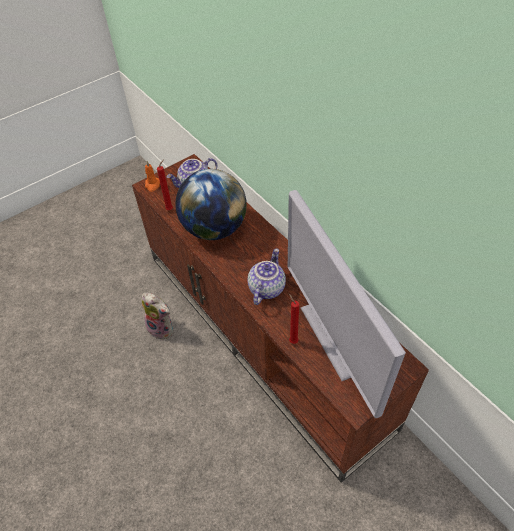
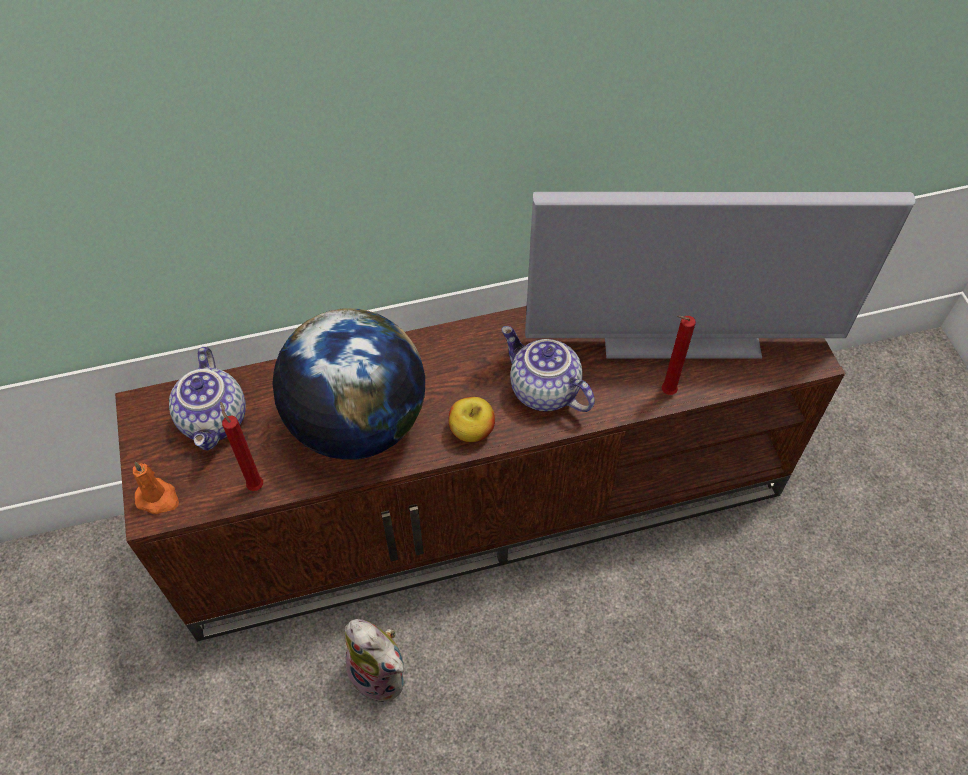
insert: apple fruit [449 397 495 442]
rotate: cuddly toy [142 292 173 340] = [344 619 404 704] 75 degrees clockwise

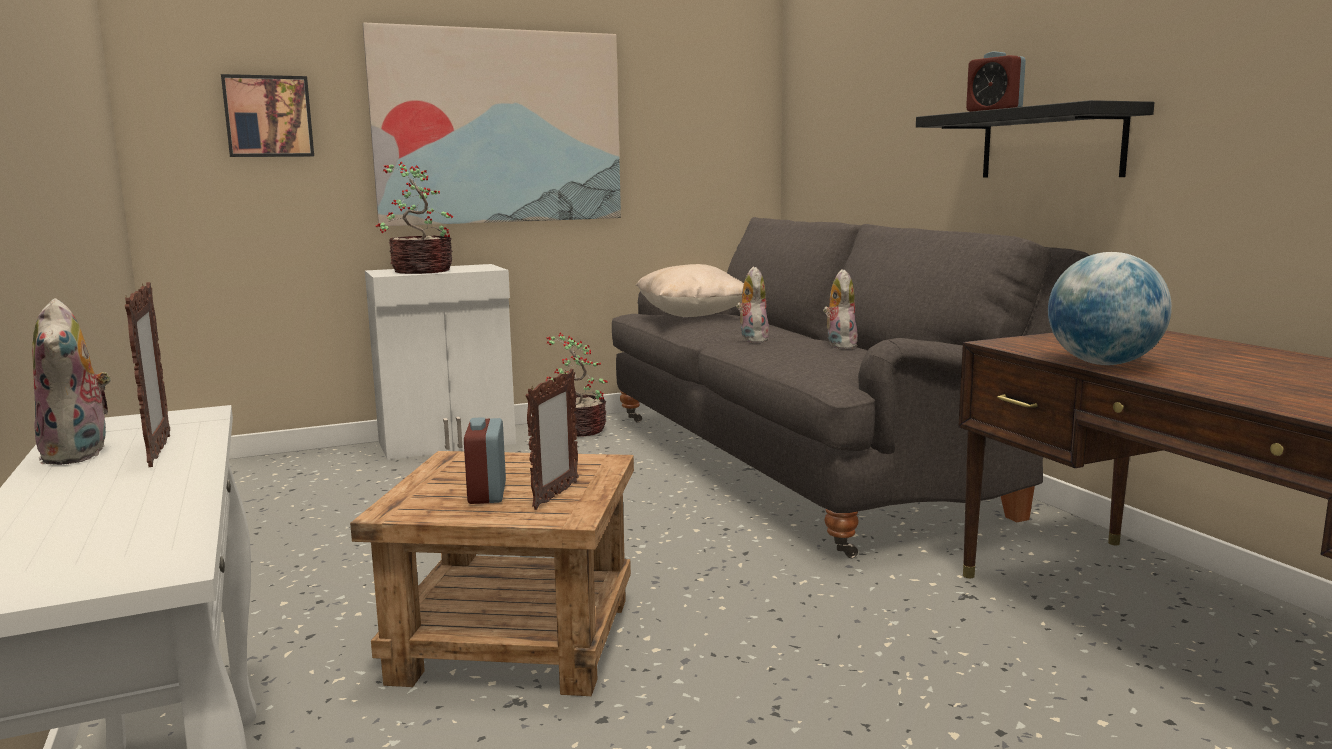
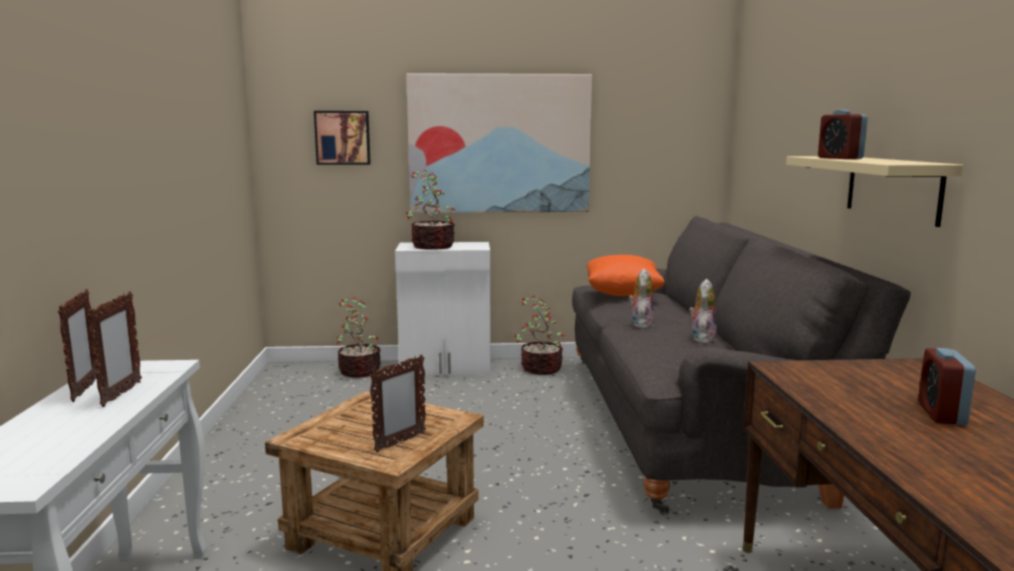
delete: globe [1048 252 1172 365]
insert: plant in a pot [337 297 381 378]
move: alarm clock [464 417 506 504] to [918 348 976 425]
replace: cuddly toy [32 298 111 465] to picture frame [58 289 98 402]
recolor: cushion in beige-coloured [636 264 744 317] to cushion in orange [586 255 665 296]; wall shelf in black [916 100 1154 177] to wall shelf in beige-coloured [786 156 964 227]

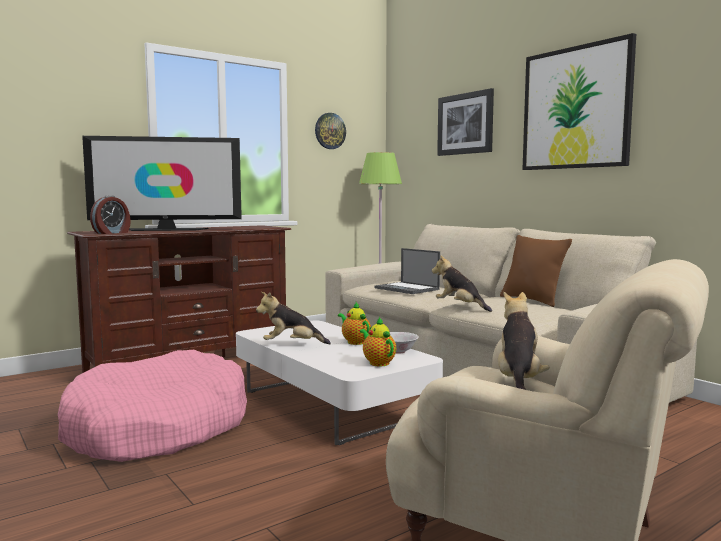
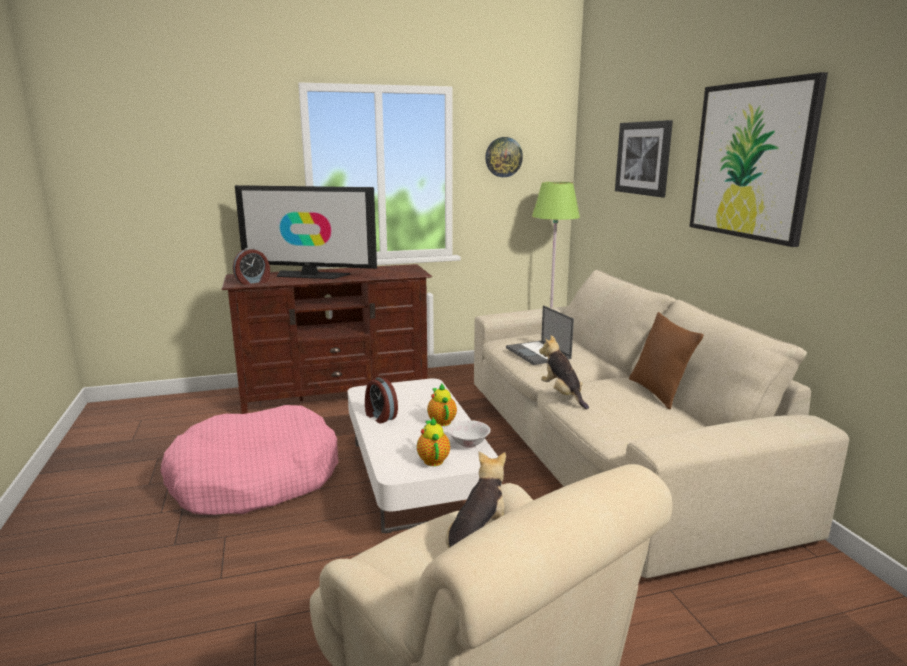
replace: cuddly toy [256 292 331 344] to alarm clock [365 377 398 423]

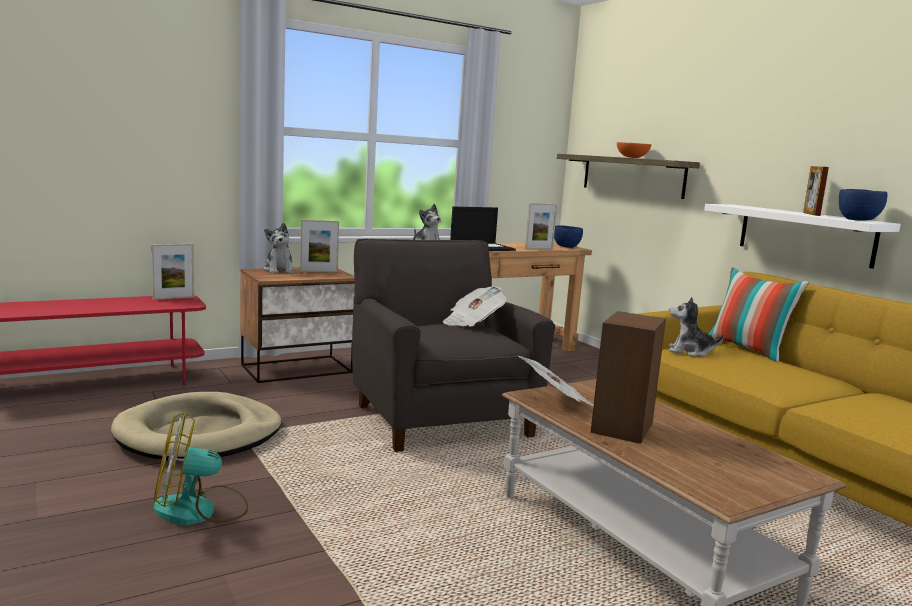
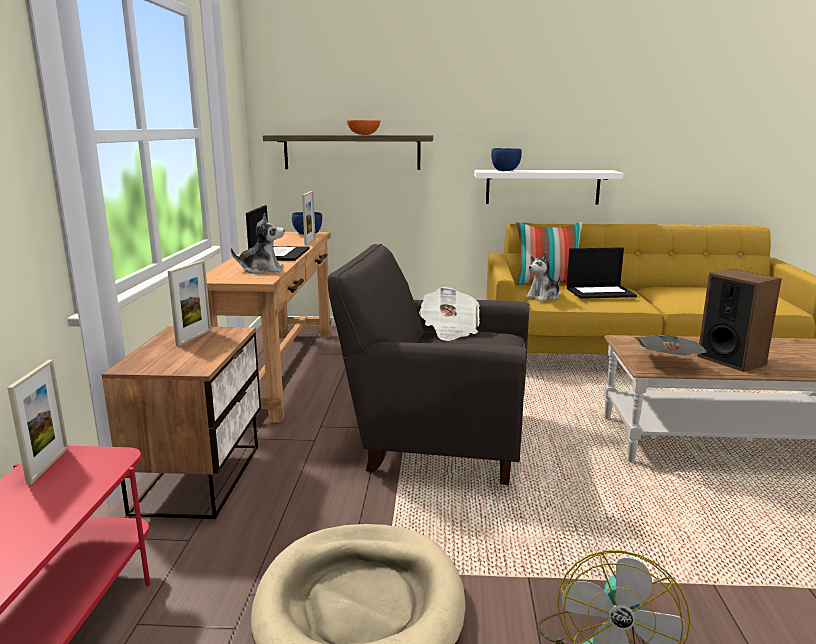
delete: cuddly toy [264 223 295 274]; picture frame [803 166 829 216]
insert: laptop [567 247 637 299]
move: serving bowl in blue-coloured [839 189 887 221] to [491 148 522 171]

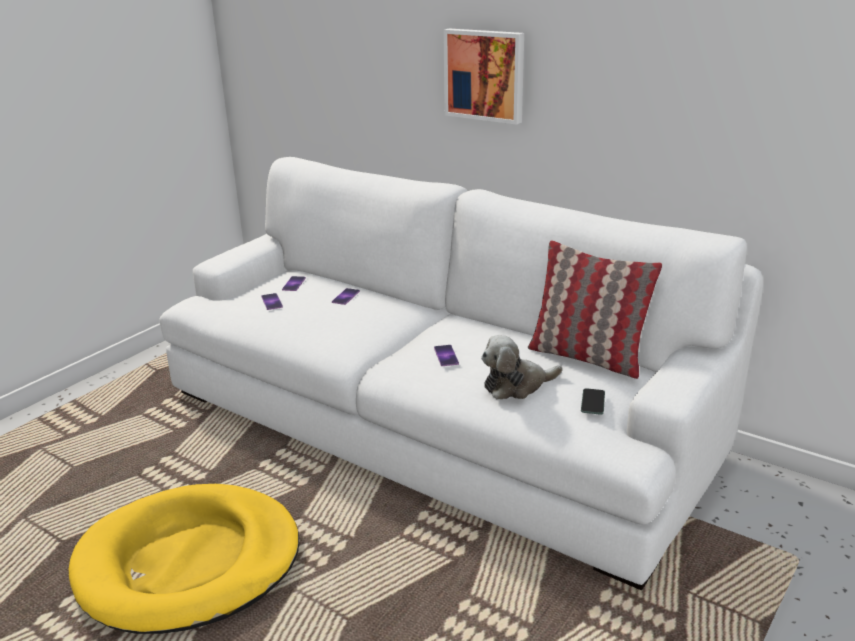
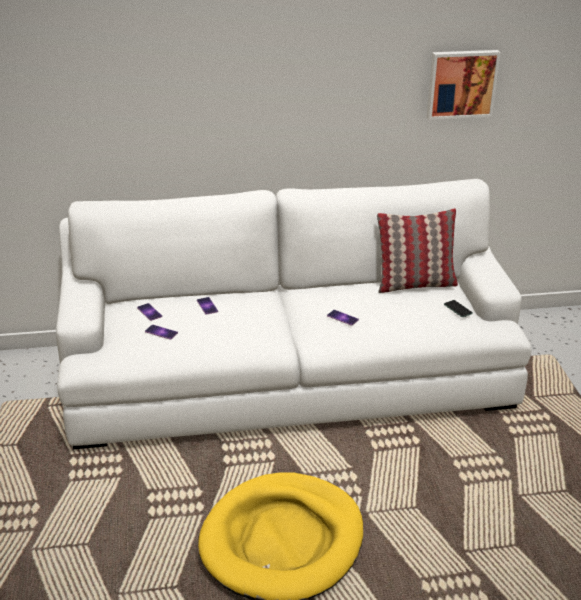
delete: cuddly toy [481 335 562 400]
move: picture [443 28 524 125] to [427 50 501 120]

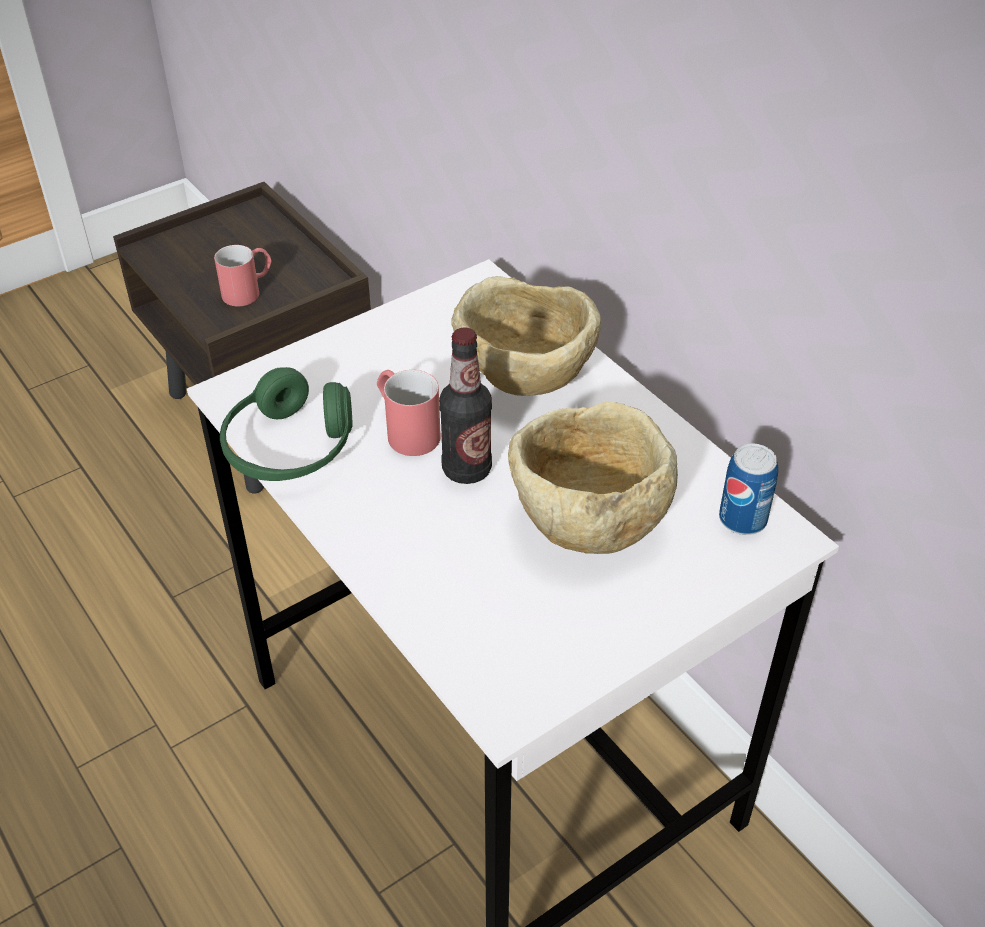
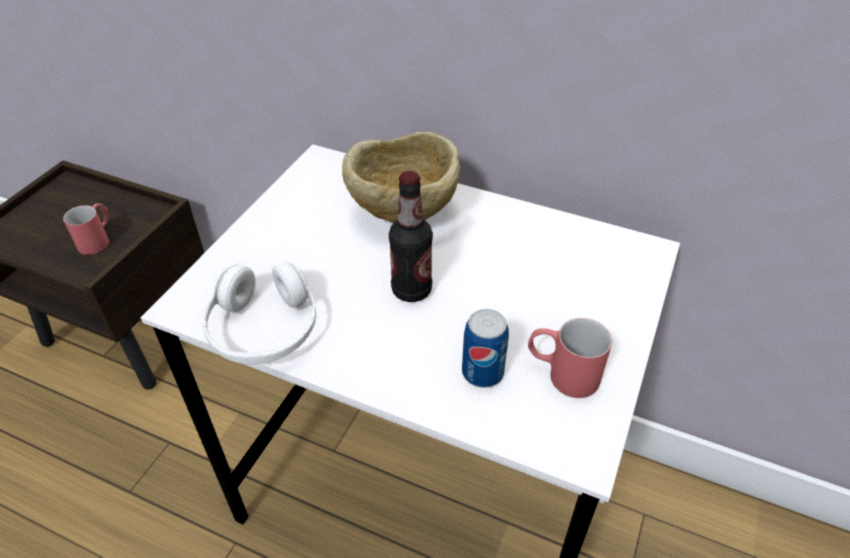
delete: serving bowl in beige-coloured [508 402 678 554]
move: mug in red-coloured [377 370 441 456] to [528 318 612 398]; can [719 444 779 535] to [462 309 509 388]
recolor: pair of headphones in green-coloured [220 367 353 481] to pair of headphones in white-coloured [203 261 316 365]

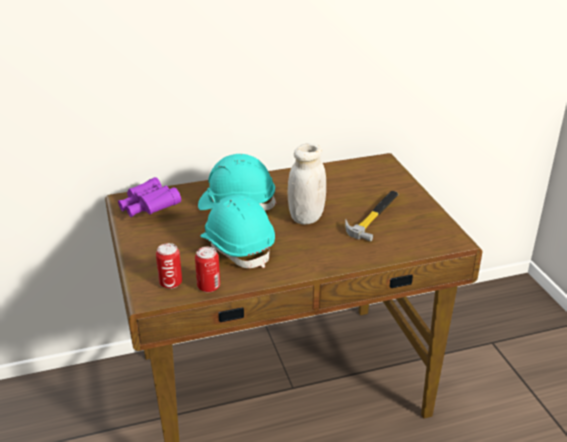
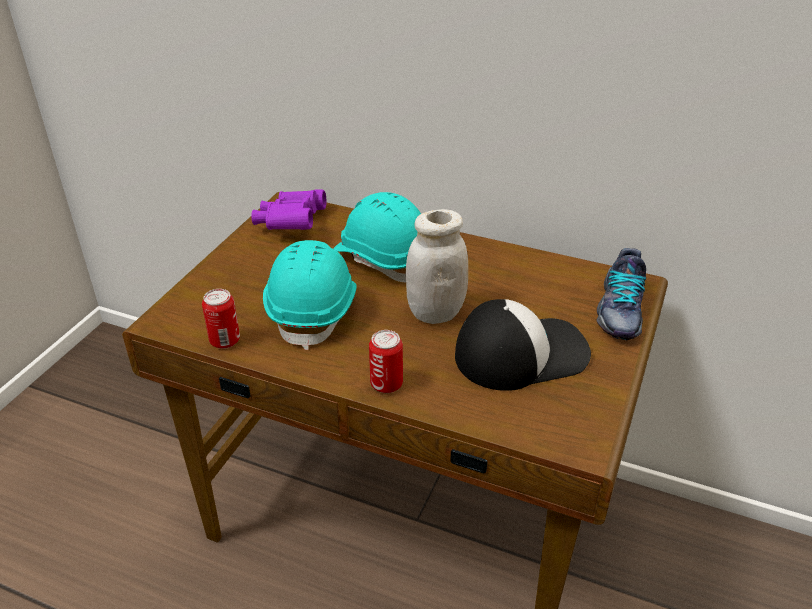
insert: shoe [597 248 646 341]
move: can [156 243 182 289] to [369 330 403 393]
replace: hand hammer [345 191 398 241] to cap [455 299 591 391]

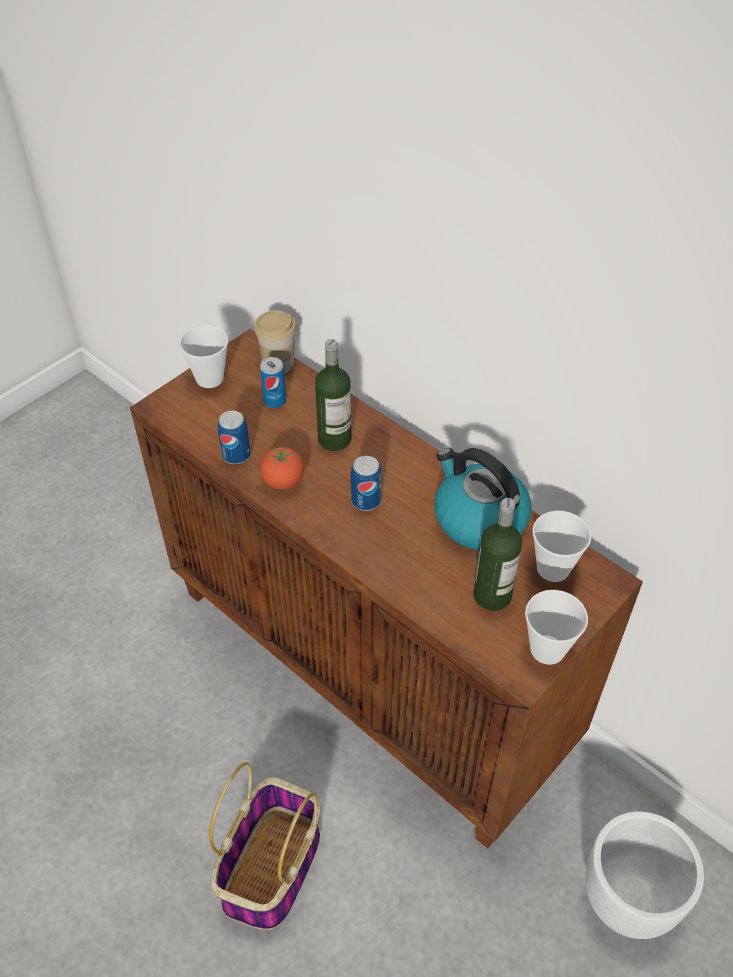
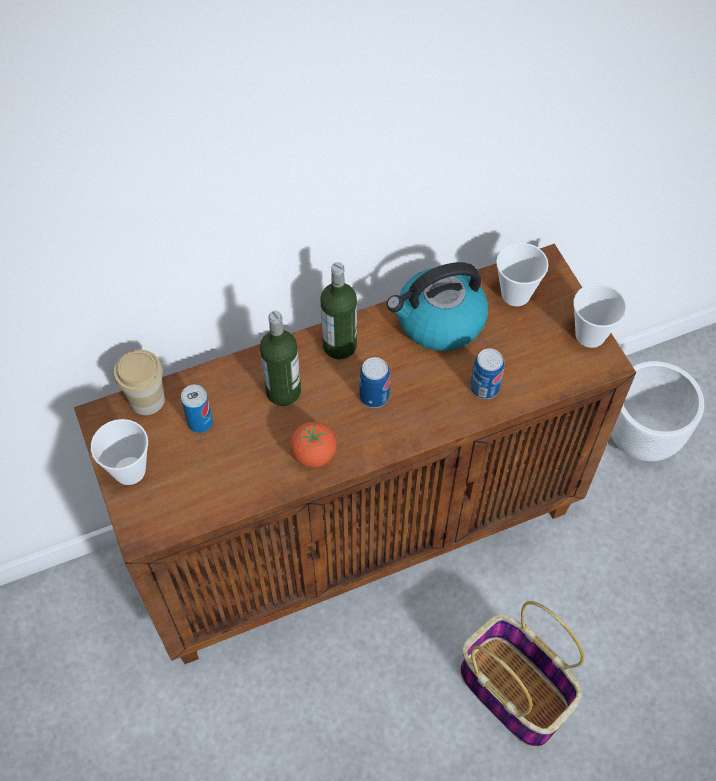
move: can [218 411 251 464] to [470 348 504 399]; bottle [474 498 522 611] to [320 262 357 359]

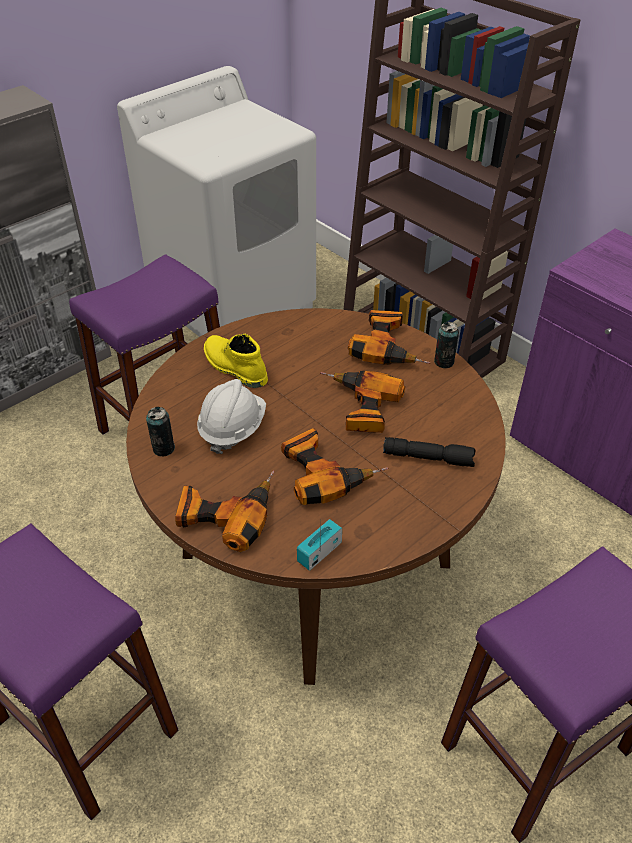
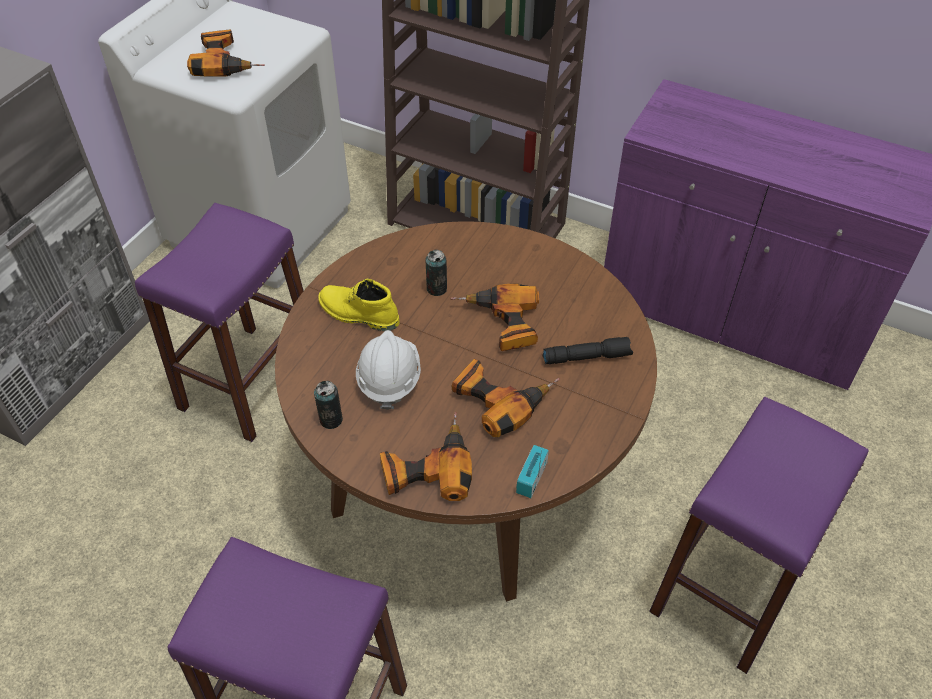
move: drill [348 310 430 365] to [187 30 265 77]; can [434 322 459 368] to [425 250 447 296]

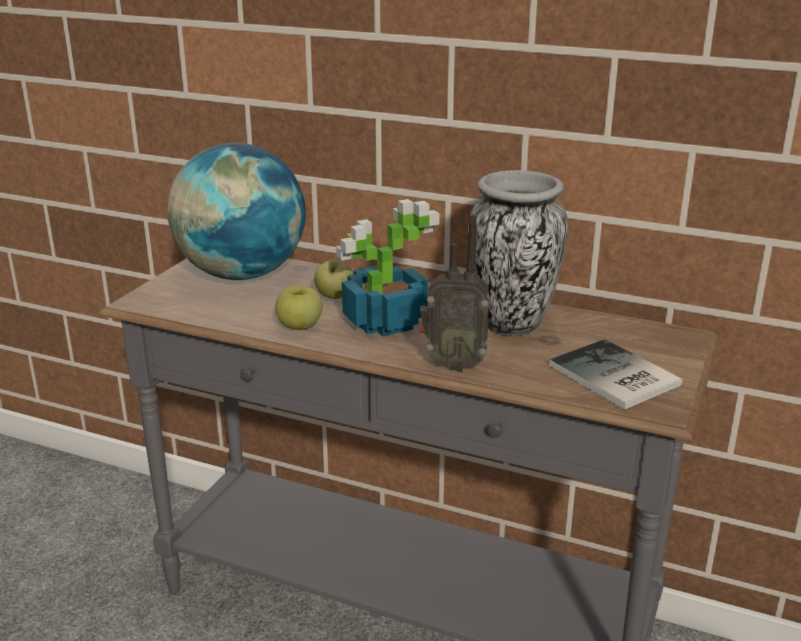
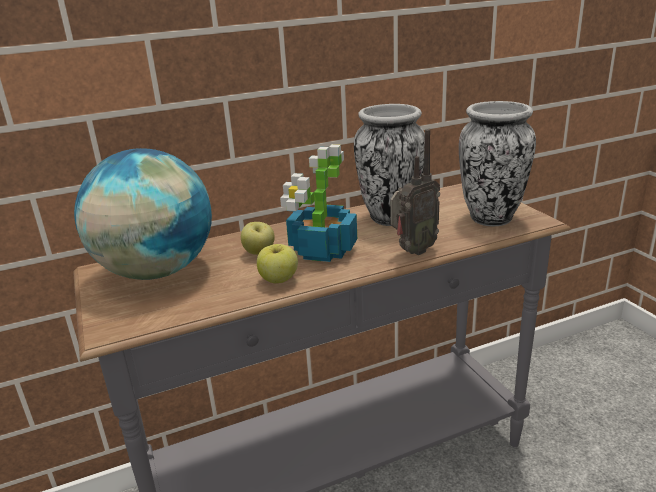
replace: volume [549 339 683 410] to decorative vase [459 101 536 226]

